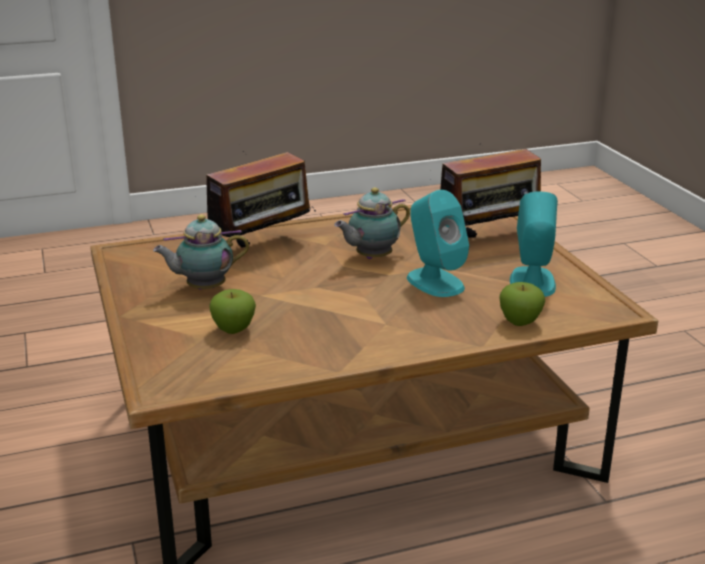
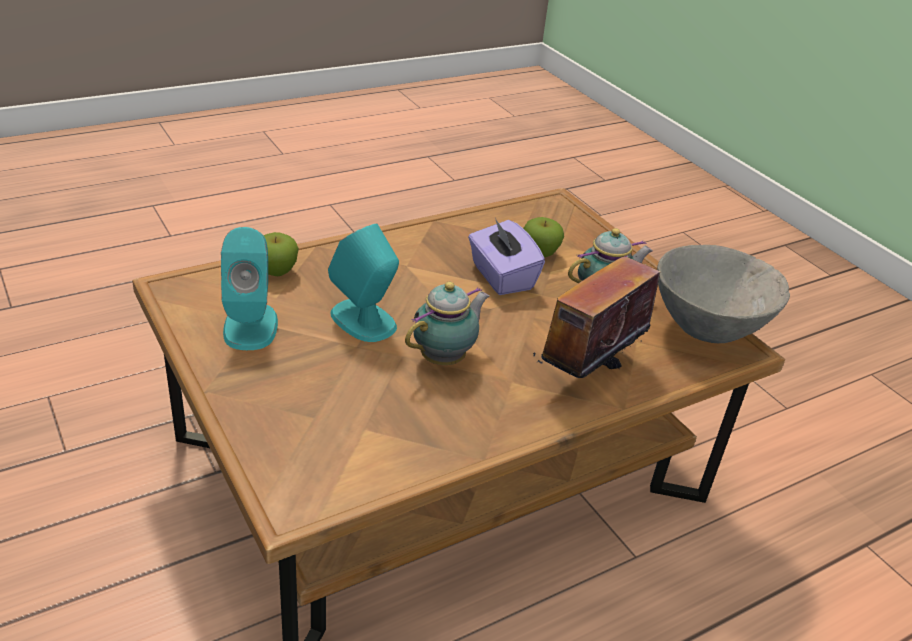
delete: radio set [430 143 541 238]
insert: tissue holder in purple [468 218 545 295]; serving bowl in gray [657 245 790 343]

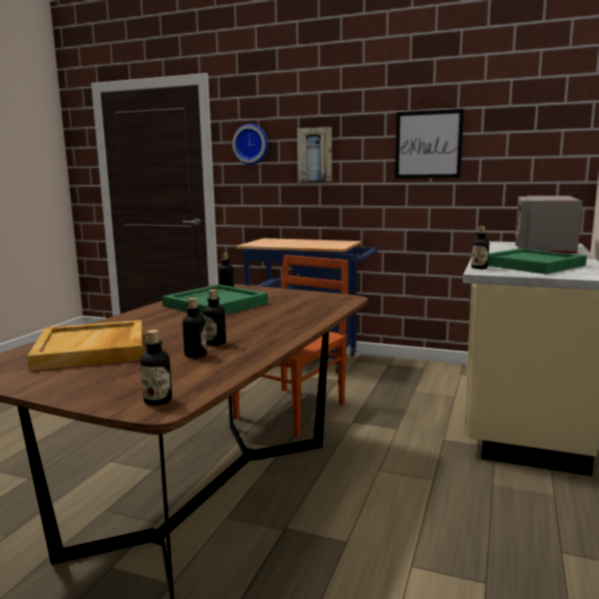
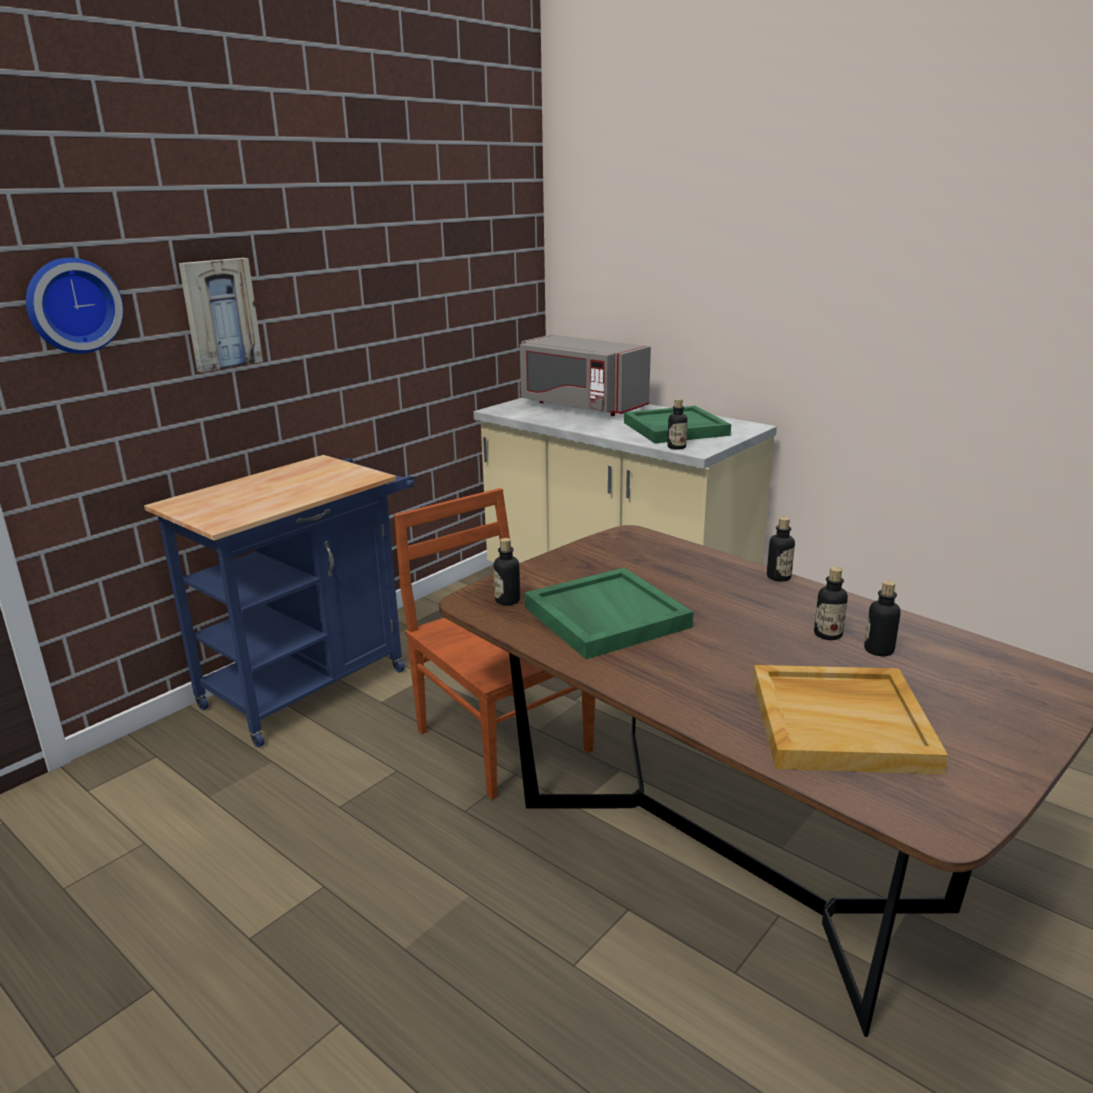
delete: picture [395 109 464 179]
move: bottle [140 330 172 405] to [767 517 795 581]

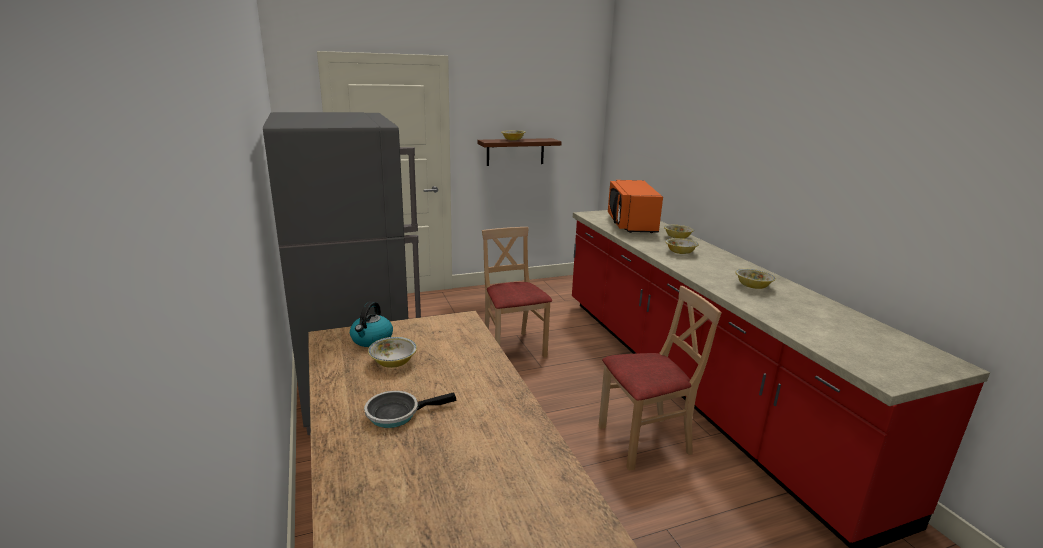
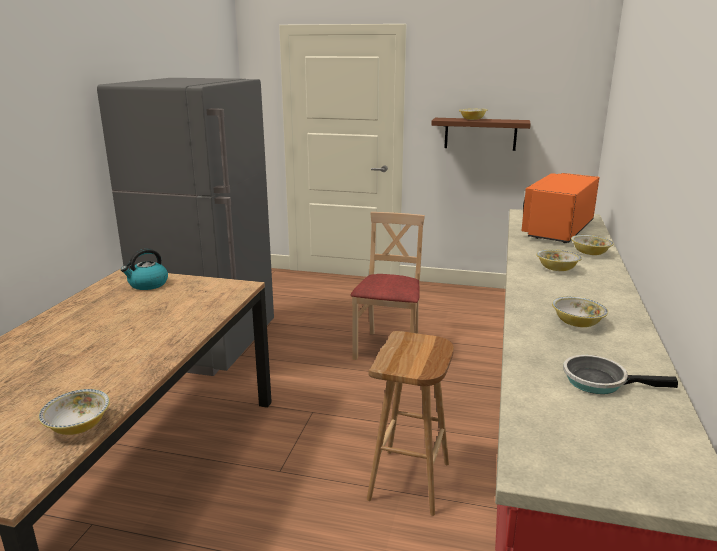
move: skillet [364 391 457 428] to [563 355 678 394]; serving bowl [368 337 417 368] to [38 389 110 435]
replace: chair in beige-coloured [598 286 722 471] to stool seat in brown-coloured [367 331 454 516]

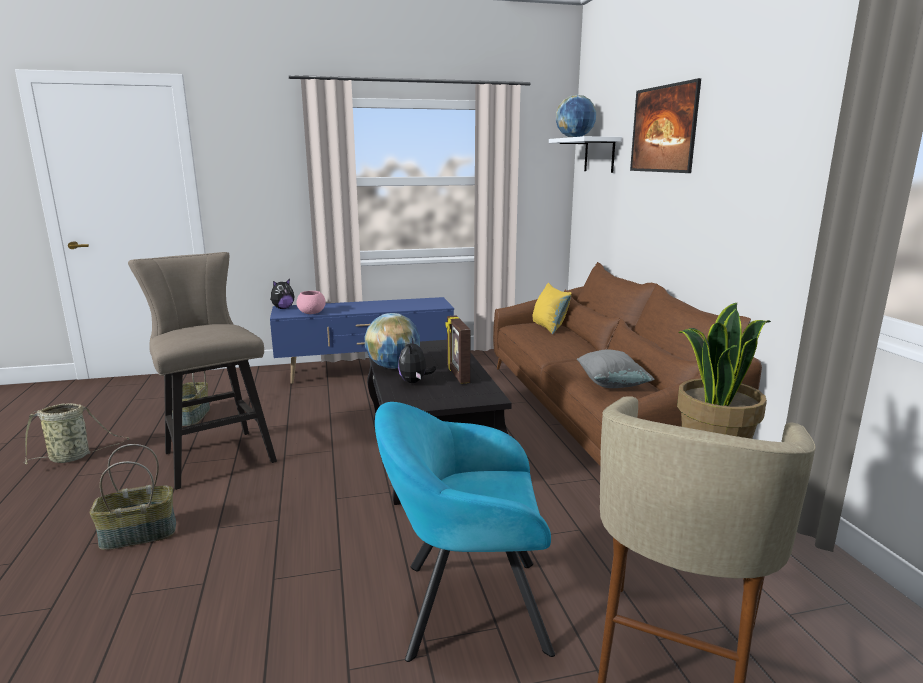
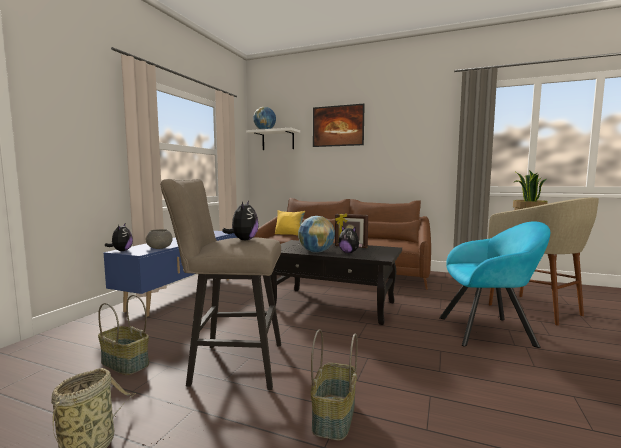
delete: cushion in gray [577 349 655 388]
insert: cuddly toy [222 201 259 240]
recolor: serving bowl in pink-coloured [297 291 326 314] to serving bowl in gray [146 229 173 249]
rotate: easy chair in blue-green [375 402 555 662] = [439 221 550 348] 120 degrees counterclockwise

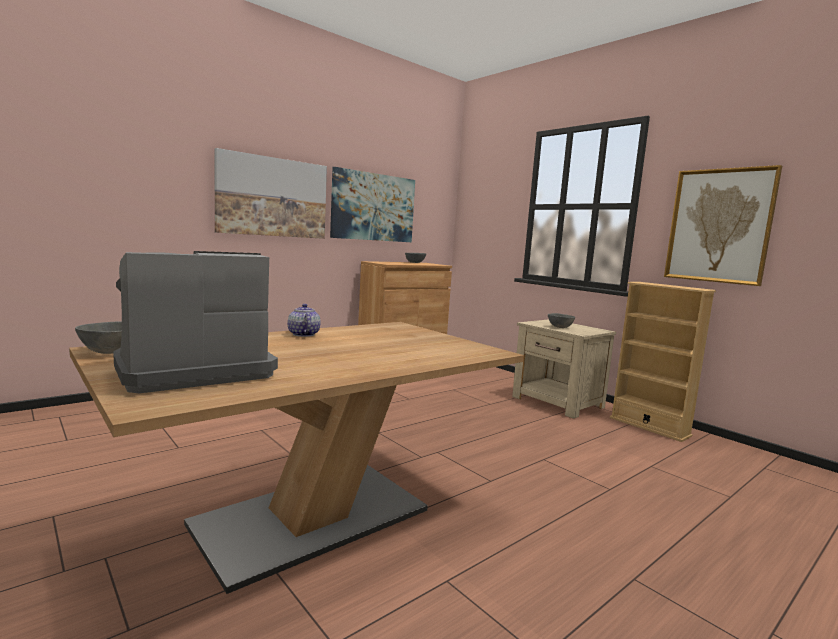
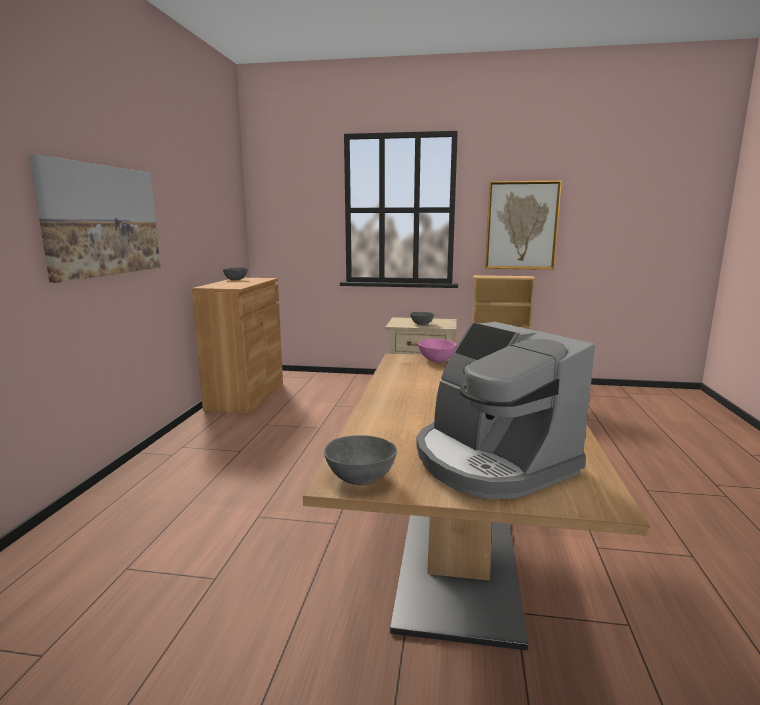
delete: tea pot [288 304 321 337]; picture [330 167 415 242]
insert: serving bowl in pink-coloured [418 339 457 362]
rotate: coffee maker [113 251 278 393] = [416 322 595 500] 45 degrees counterclockwise

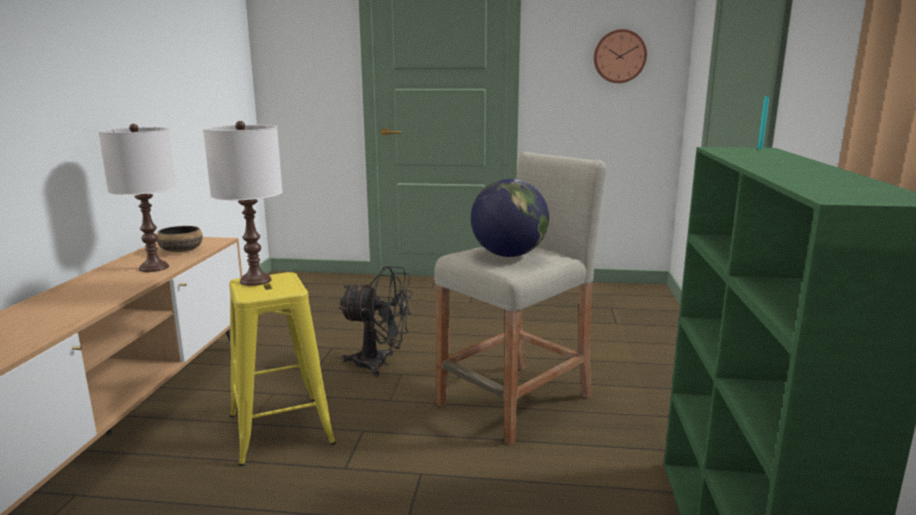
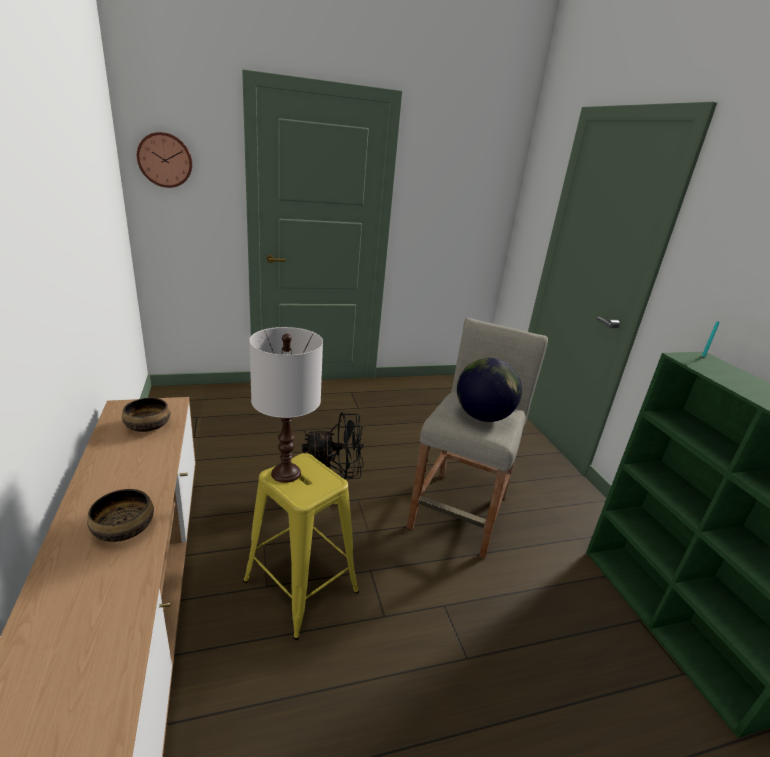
delete: lamp for a table in white-coloured [98 124 176 272]
insert: serving bowl [87 489 154 542]
move: wall clock [594 29 647 83] to [137 132 192 188]

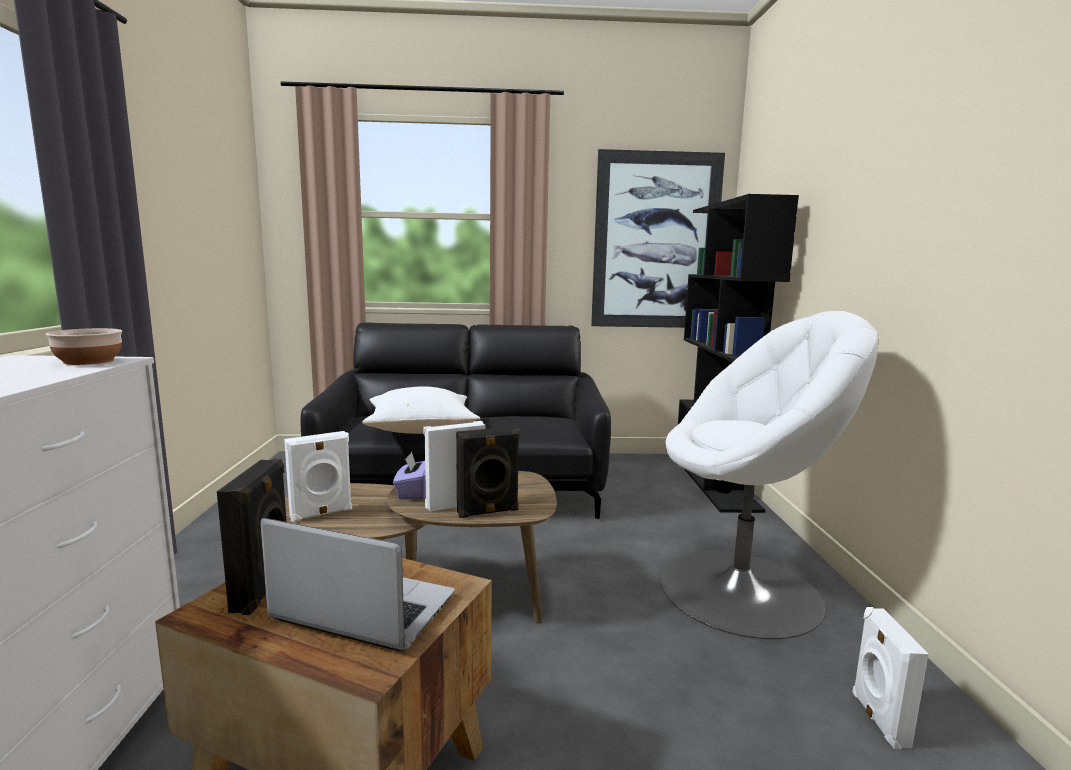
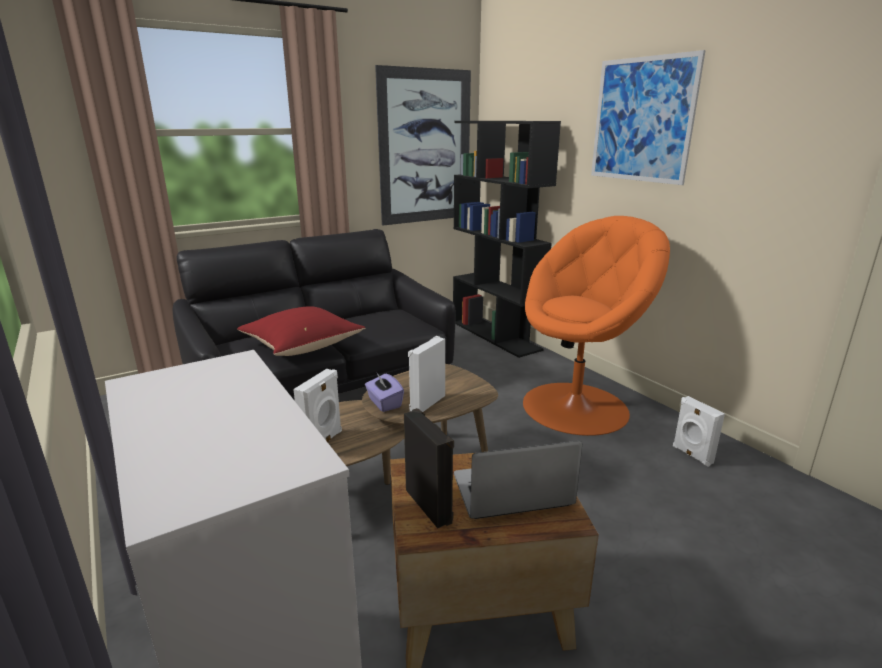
delete: serving bowl [46 328 122 365]; loudspeaker in black [456 427 520 518]
insert: picture [591 50 706 185]
recolor: cushion in white-coloured [362 386 480 434] to cushion in red-coloured [237 306 366 356]; easy chair in white-coloured [660 311 878 639] to easy chair in orange [523 216 670 436]

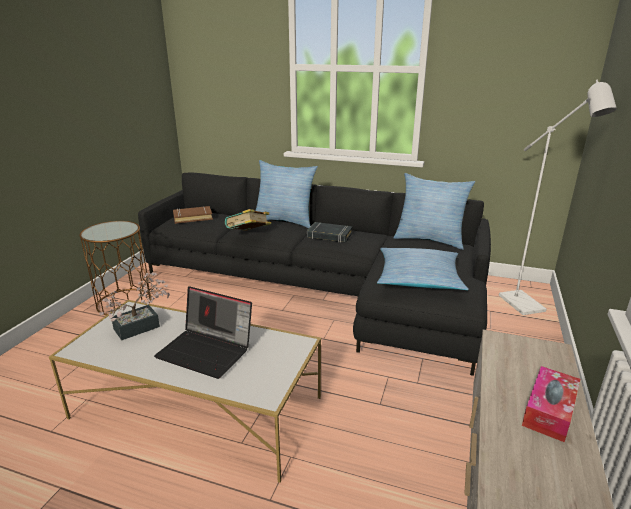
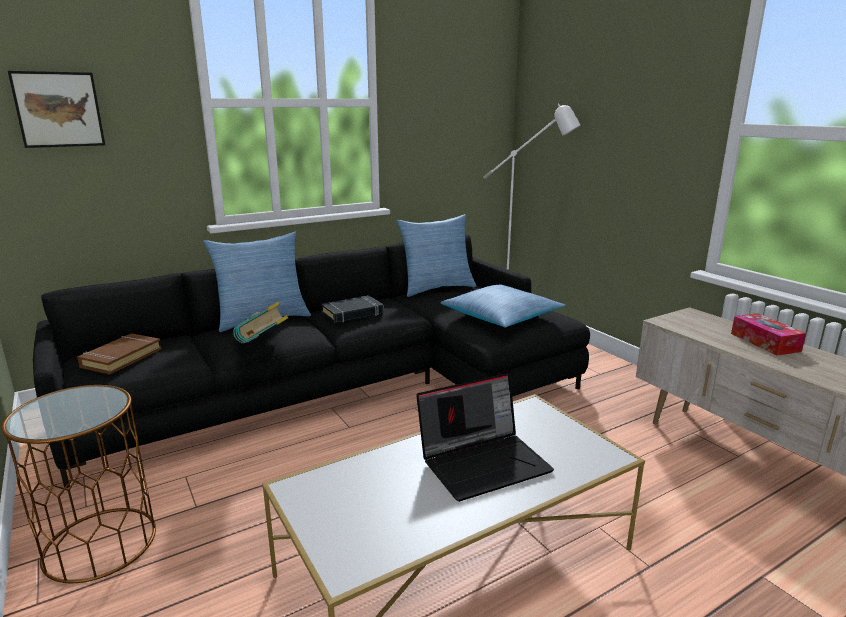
delete: plant in a pot [99 272 170 341]
insert: picture [8 71 105 148]

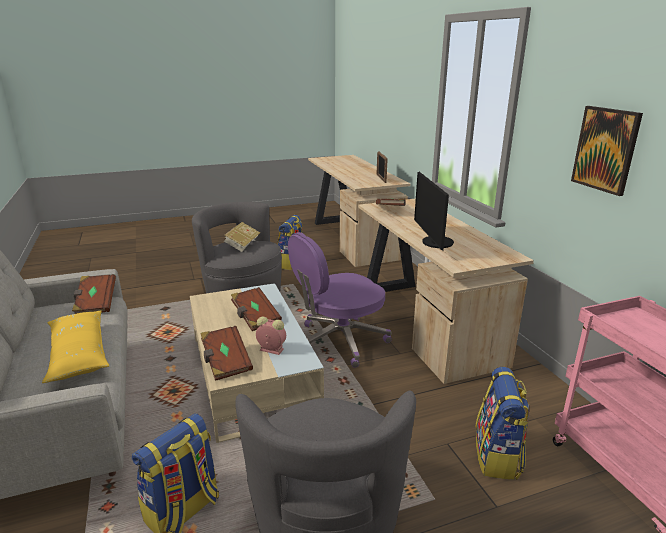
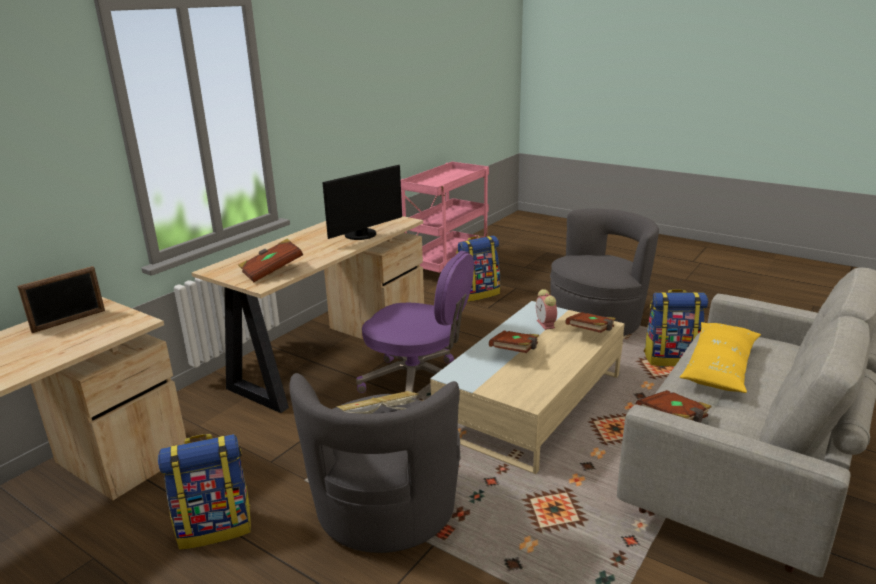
delete: picture [571 106 643 196]

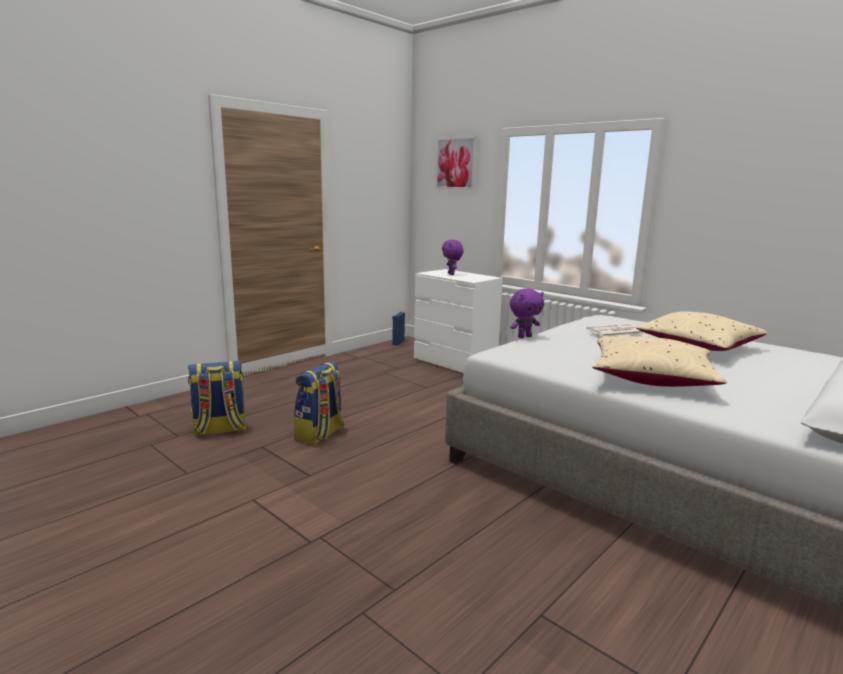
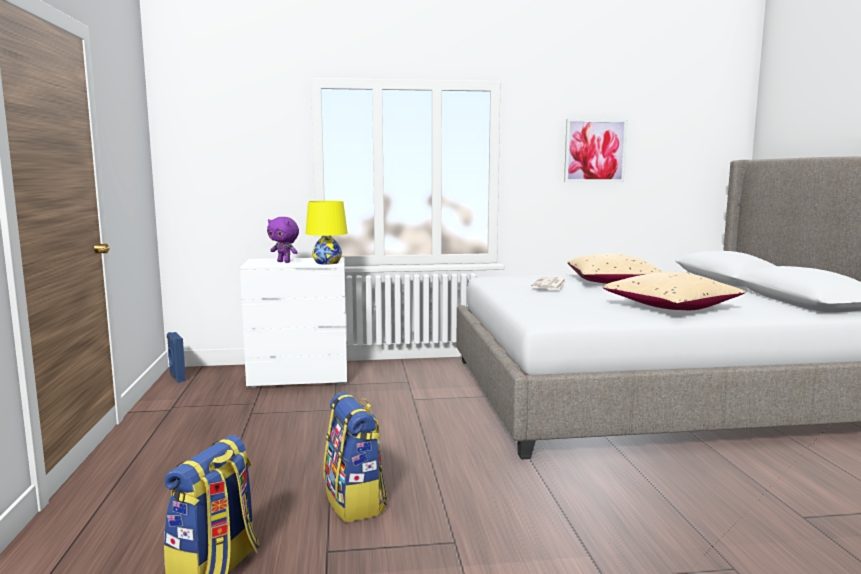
delete: cuddly toy in purple [510 289 544 338]
insert: lamp for a table in yellowish [306 201 348 265]
move: picture [435 136 477 190] to [564 119 627 182]

